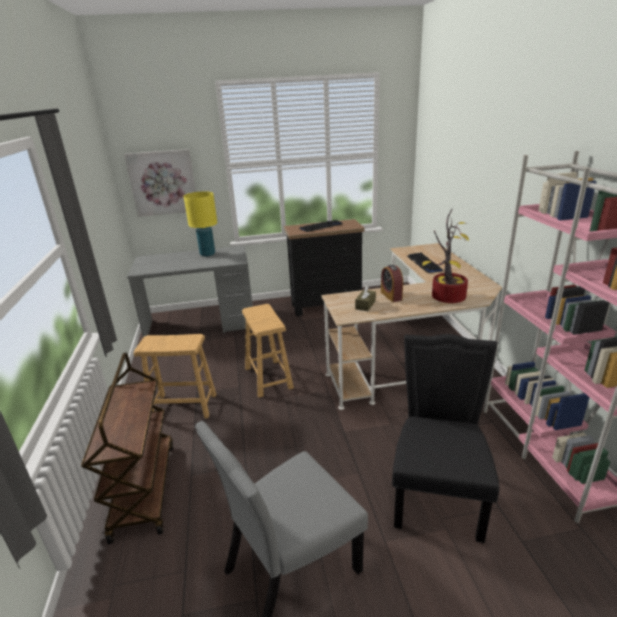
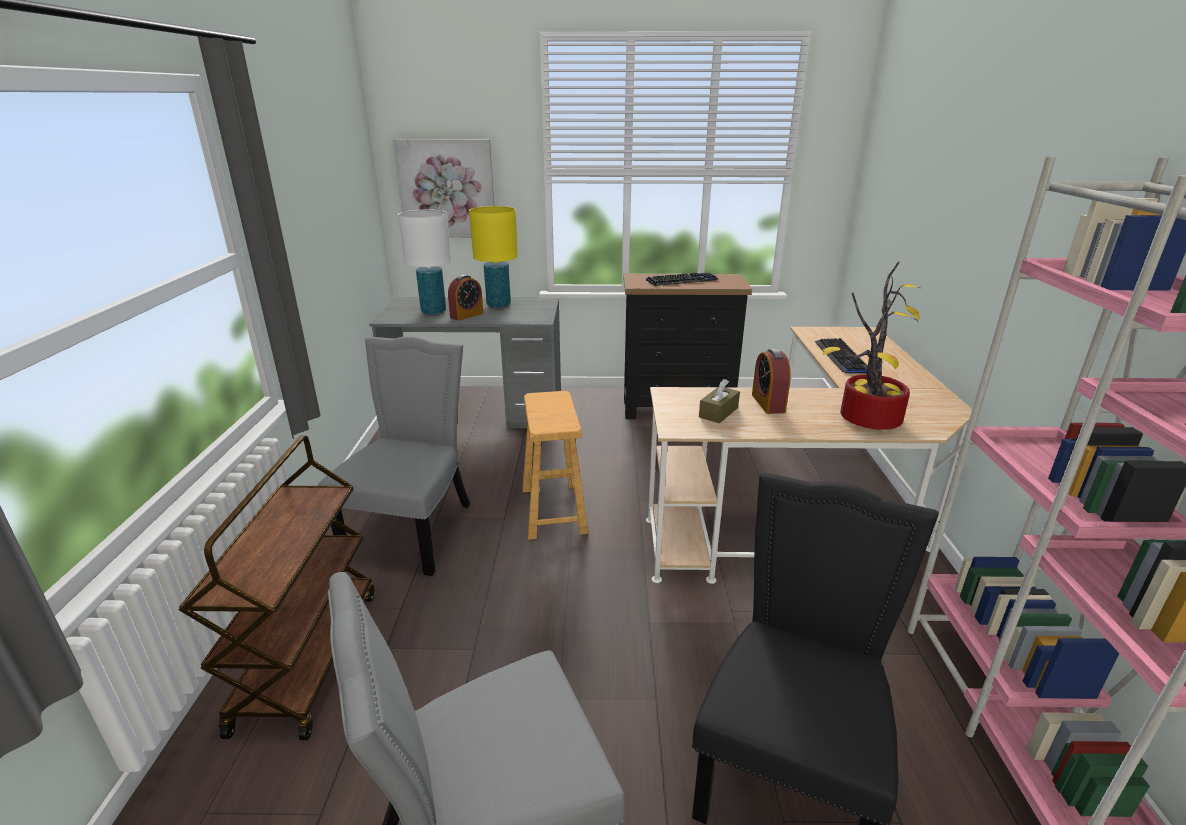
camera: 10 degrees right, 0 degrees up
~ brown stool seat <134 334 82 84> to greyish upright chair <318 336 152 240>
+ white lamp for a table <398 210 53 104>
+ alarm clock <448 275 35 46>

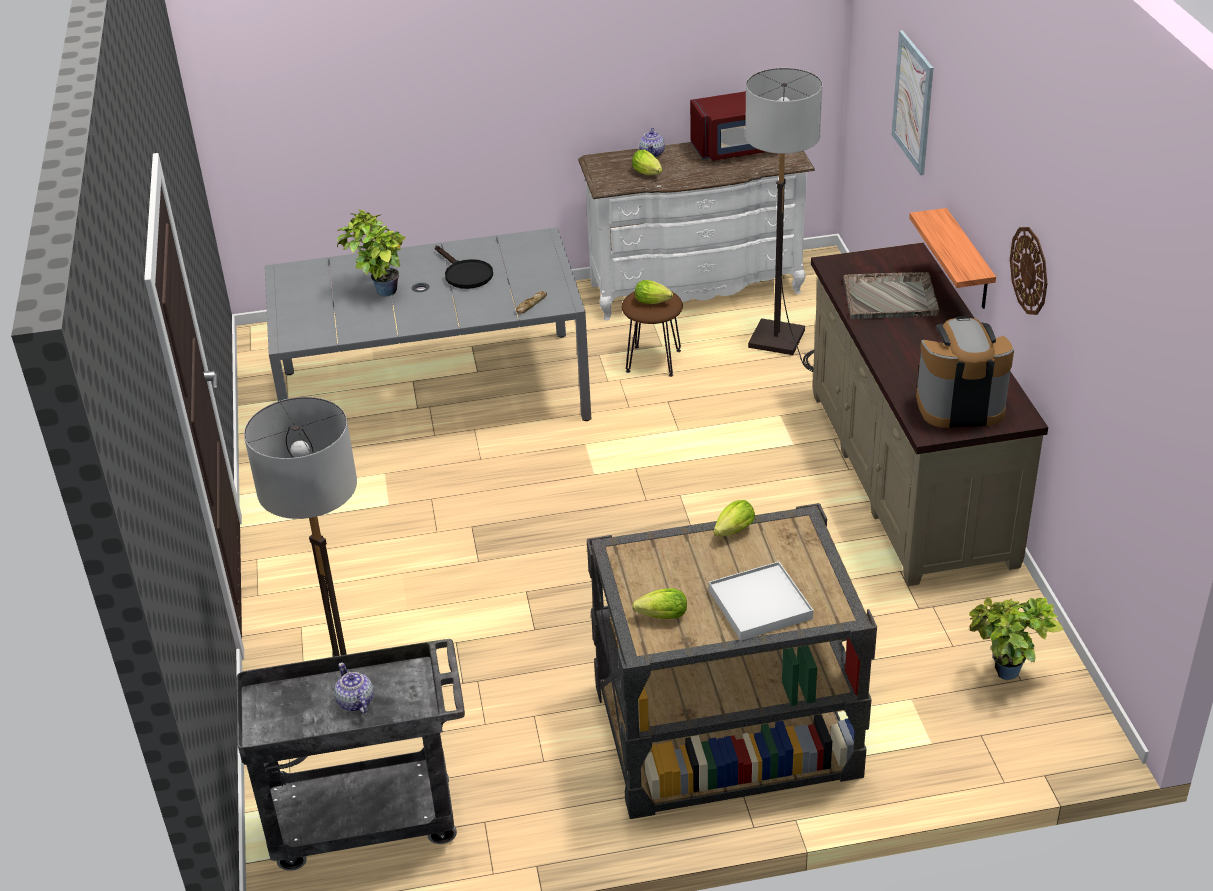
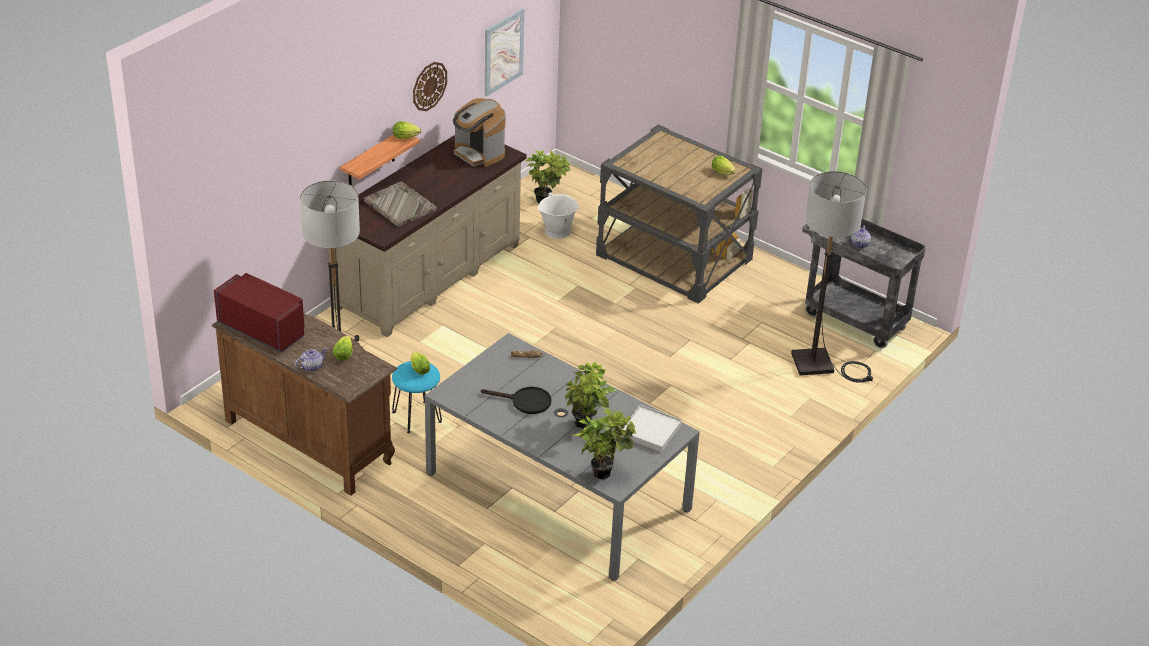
camera: 135 degrees left, 0 degrees up
~ wall art <892 30 41 145> to <485 8 39 89>
~ white drawer chest <578 142 237 178> to brown drawer chest <212 314 186 182>
~ blackish skillet <435 246 58 43> = <481 387 70 27> 90 degrees clockwise
~ brown stool seat <622 291 61 86> to blue-green stool seat <392 361 50 72>
~ head of lettuce <713 500 42 37> to <393 121 28 18>
~ white tray <709 561 104 80> to <620 405 62 47>
+ white bucket <538 192 41 47>
+ houseplant <571 408 65 72>

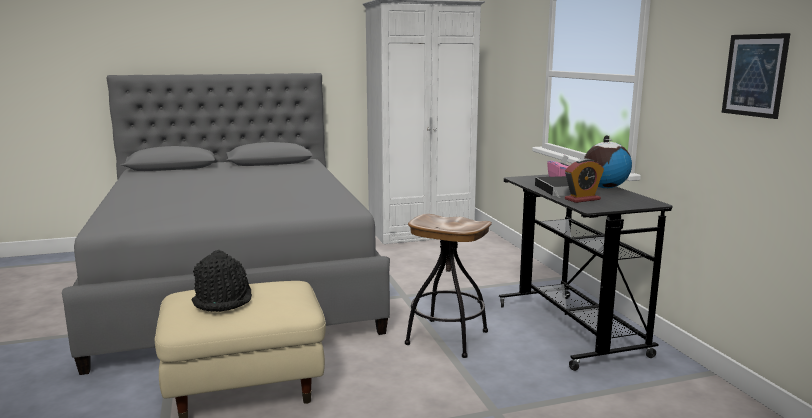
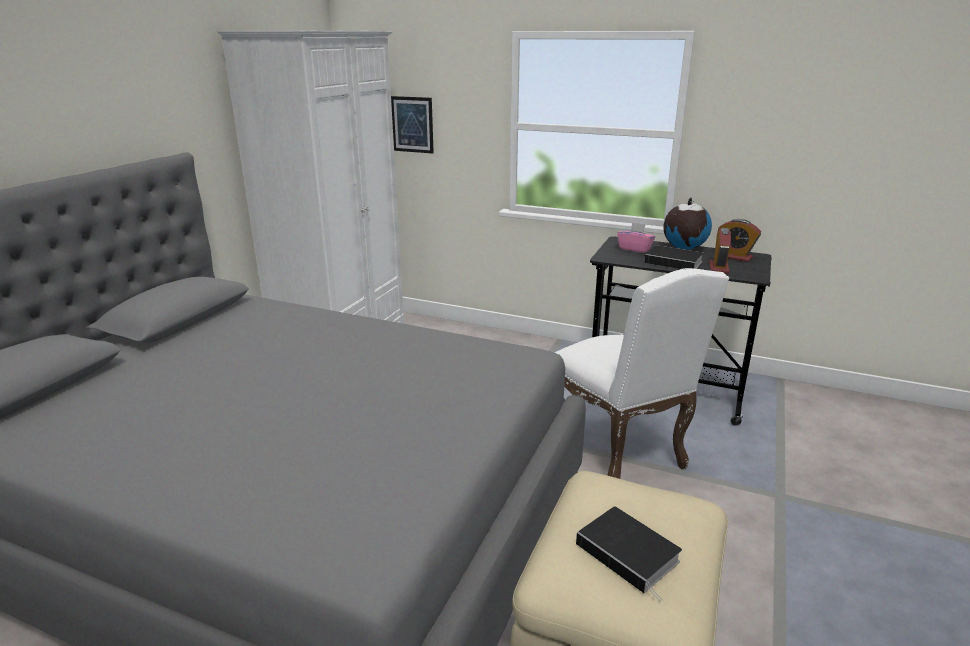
camera: 50 degrees left, 10 degrees up
~ wall art <722 33 69 86> to <391 96 43 58>
~ brown stool seat <405 214 87 144> to white upright chair <554 268 175 211>
~ blackish wearable hat <191 250 61 62> to book <576 506 106 96>
+ alarm clock <718 219 43 43>

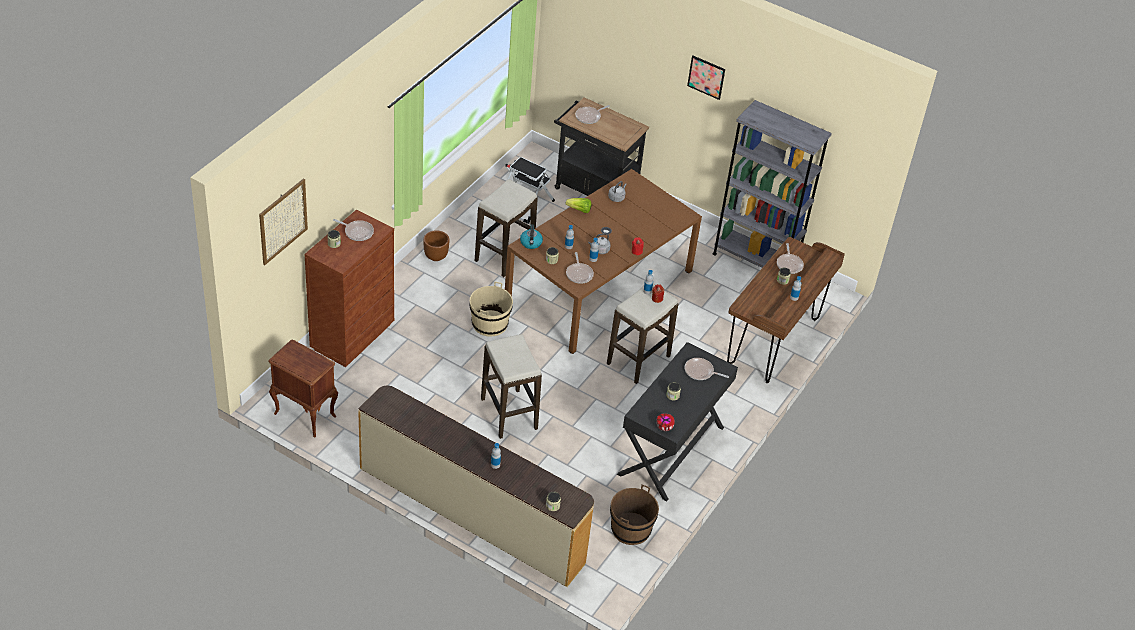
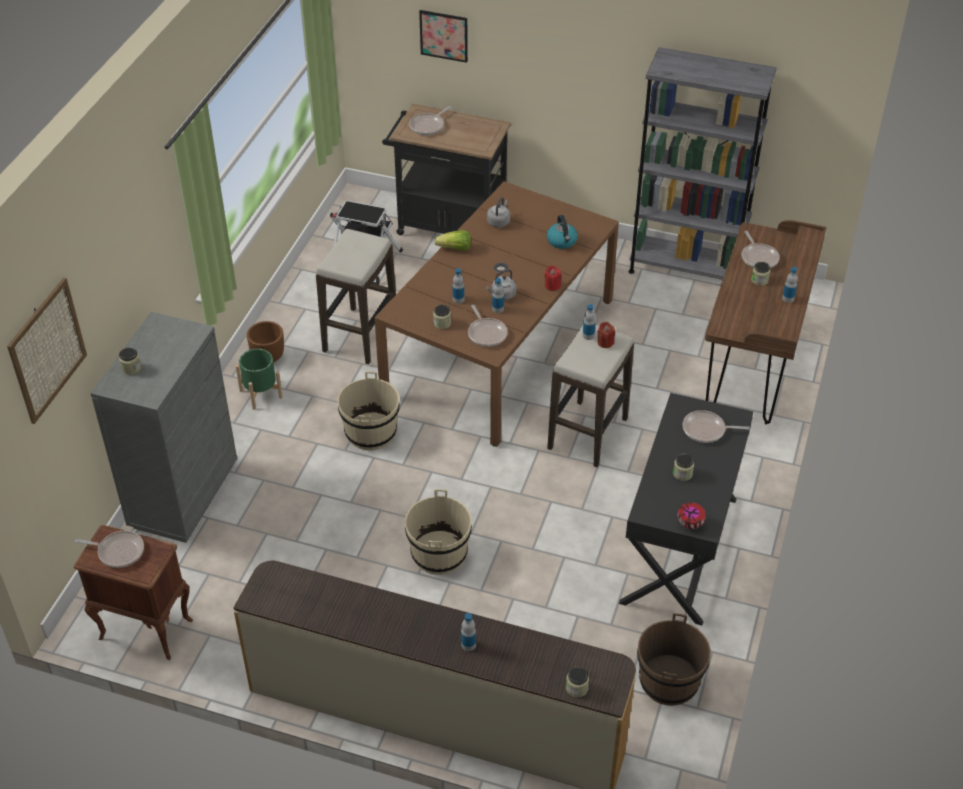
camera: 10 degrees left, 0 degrees up
~ wall art <687 56 38 44> to <419 10 49 53>
~ brown drawer chest <304 209 90 158> to greyish drawer chest <91 312 146 231>
~ skillet <333 219 41 22> to <75 531 69 37>
~ tea kettle <520 224 23 25> to <547 215 31 34>
~ stool seat <481 334 61 105> to beige-coloured bucket <405 489 67 86>
+ green-coloured flower pot <236 349 47 61>

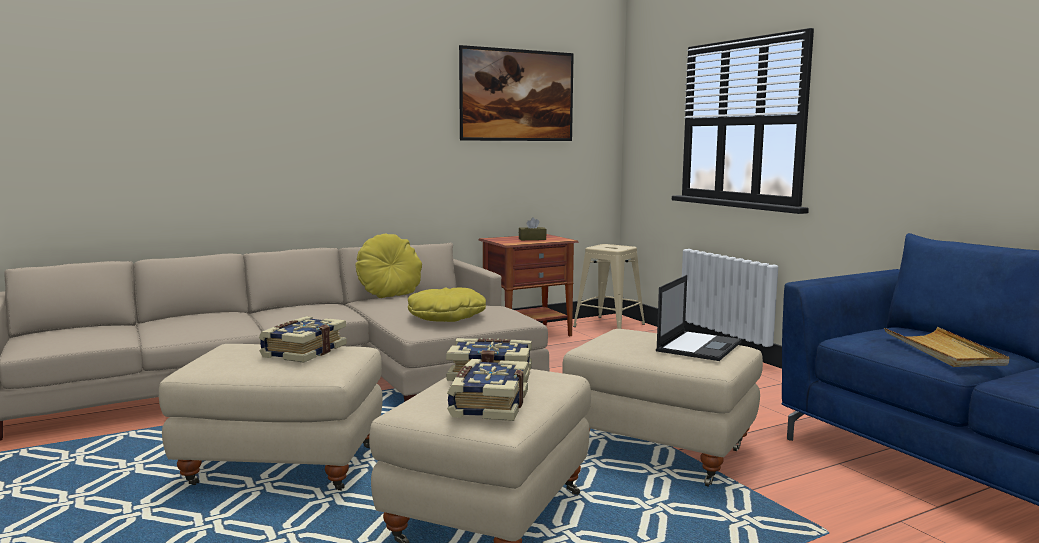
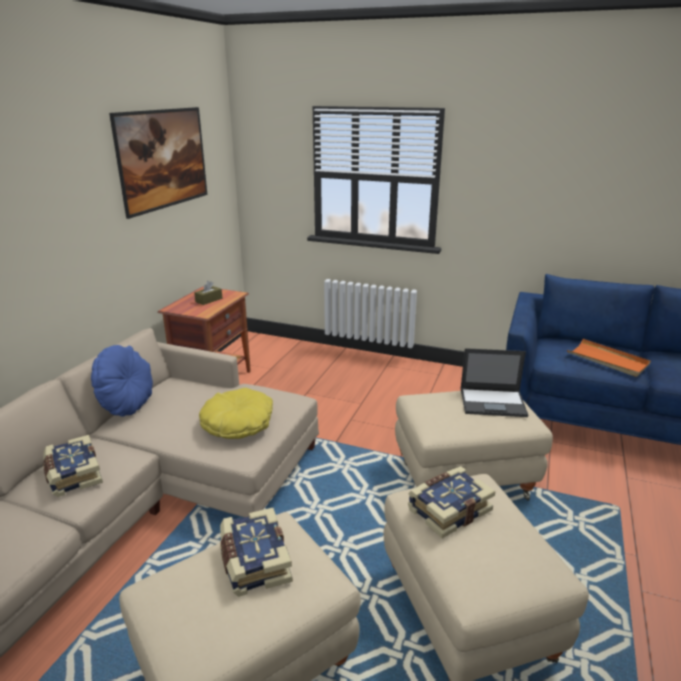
camera: 40 degrees left, 15 degrees up
~ yellow cushion <355 234 67 64> to blue cushion <91 345 62 72>
- beige-coloured stool seat <573 244 72 85>
~ laptop <656 275 86 86> = <460 348 68 69> 105 degrees clockwise
~ beige-coloured tray <884 327 125 40> to orange tray <567 339 84 38>
~ book <447 359 81 62> to <43 435 60 62>

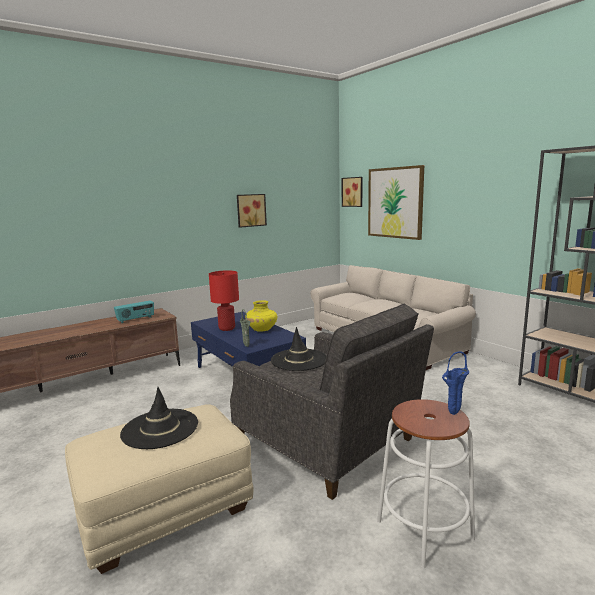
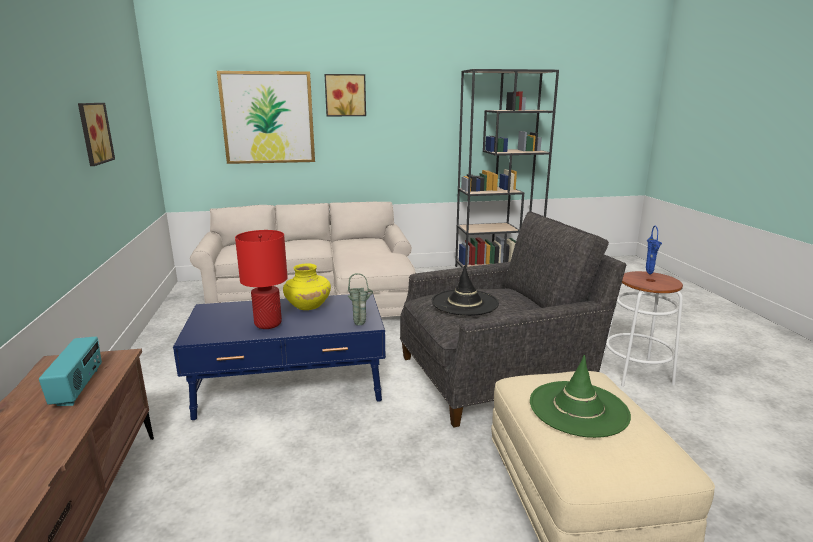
camera: 65 degrees left, 5 degrees up
~ wall art <342 177 20 30> to <324 74 42 42>
~ blackish wearable hat <120 387 78 62> to green-coloured wearable hat <530 355 101 83>

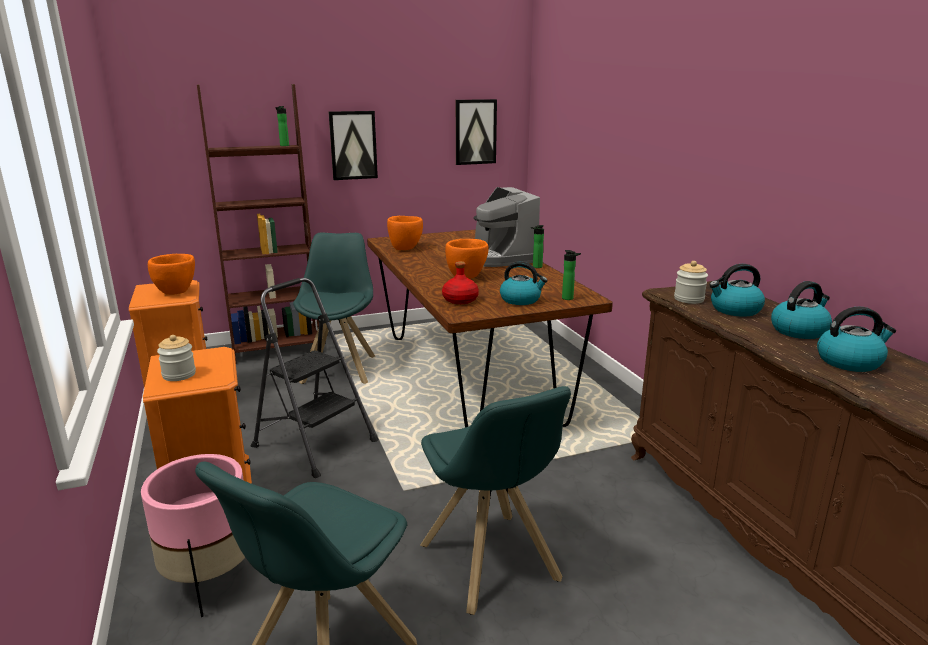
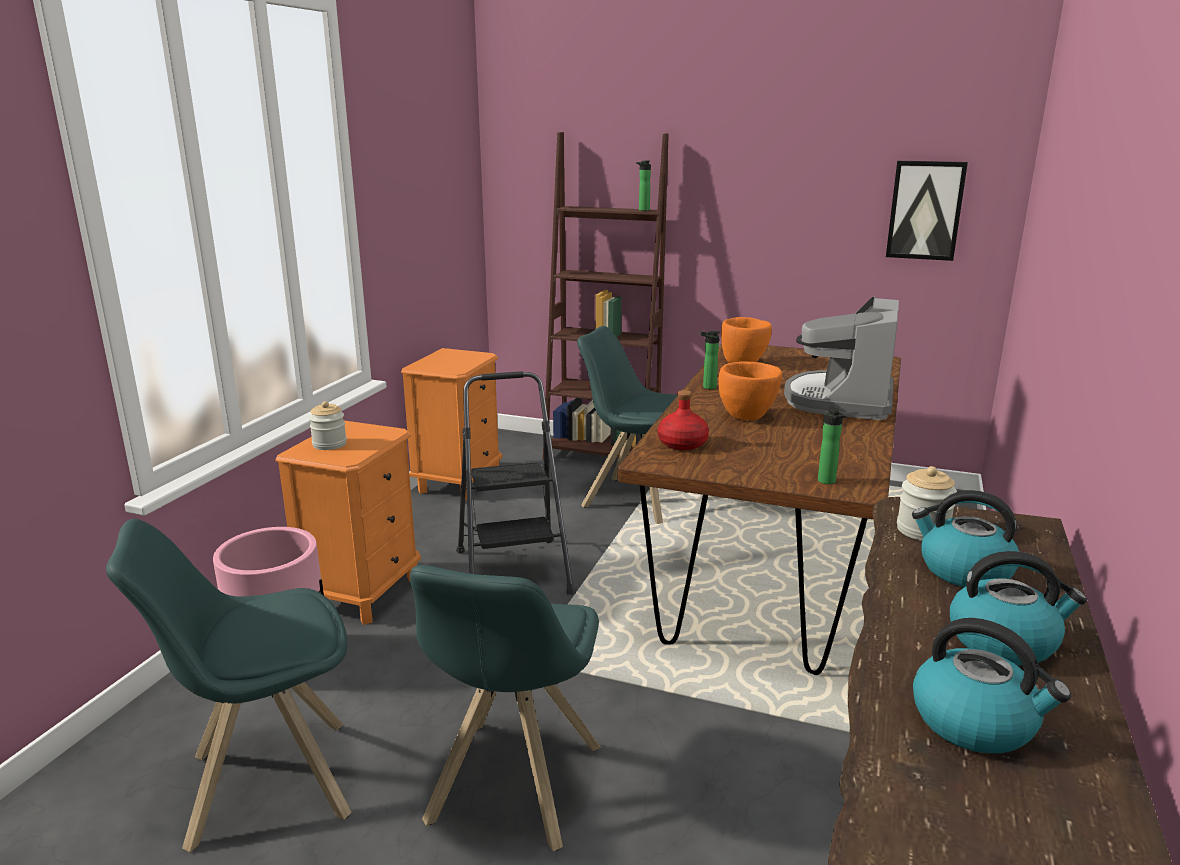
camera: 40 degrees right, 0 degrees up
- wall art <329 111 49 69>
~ beverage bottle <531 225 13 43> to <700 331 20 58>
~ blue-green upright chair <293 233 82 151> = <577 326 112 198> 105 degrees counterclockwise
- orange bowl <148 254 47 41>
- tea kettle <500 262 48 43>

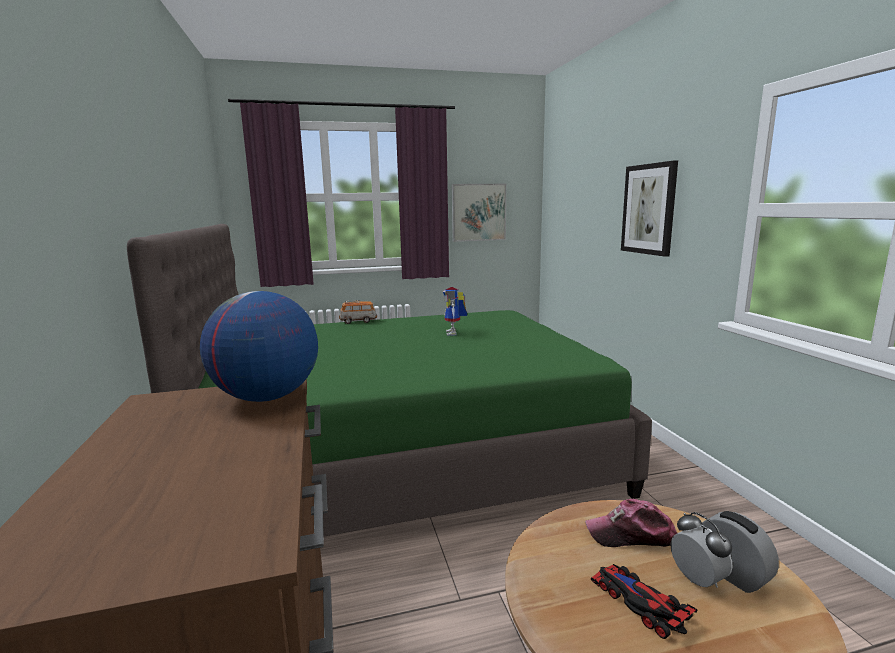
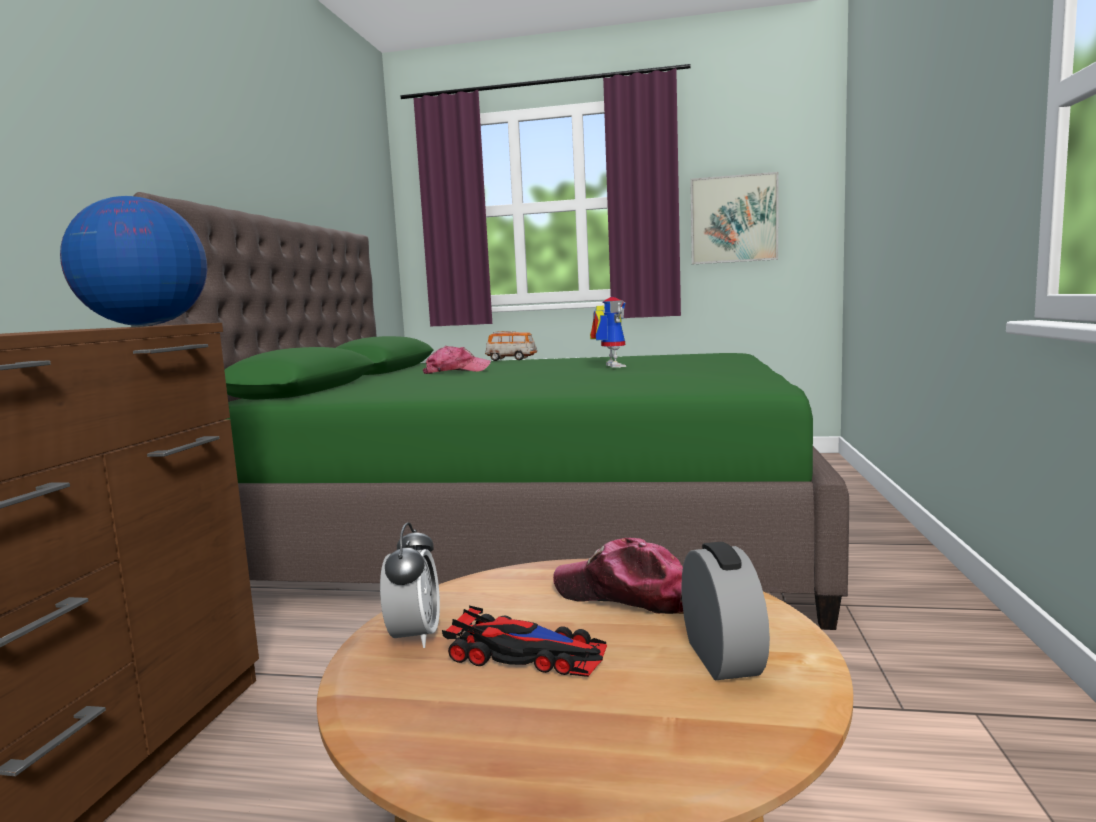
camera: 25 degrees right, 5 degrees down
- wall art <621 161 57 96>
~ toy robot <443 287 24 49> = <590 297 36 71> 150 degrees clockwise
~ alarm clock <670 512 63 76> to <380 522 60 126>
~ model car <591 564 107 75> = <442 606 165 71> 120 degrees clockwise
+ peaked cap <423 346 68 28>

